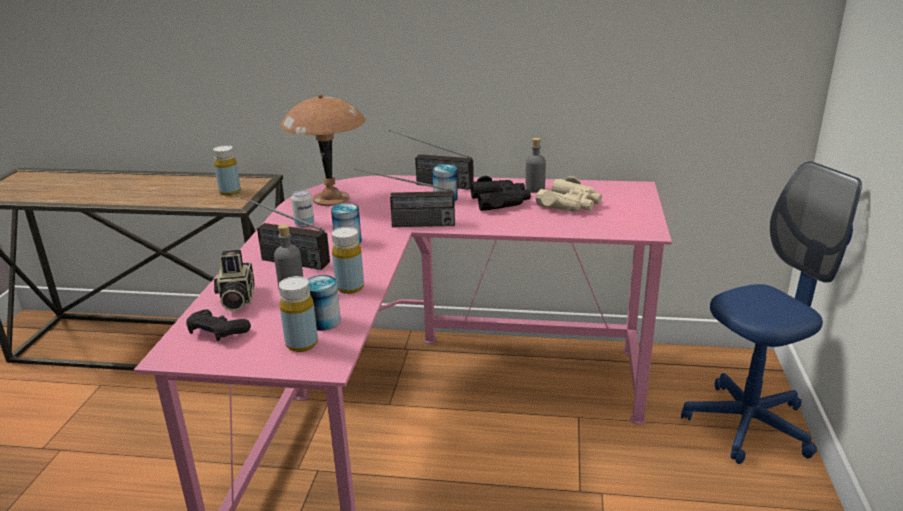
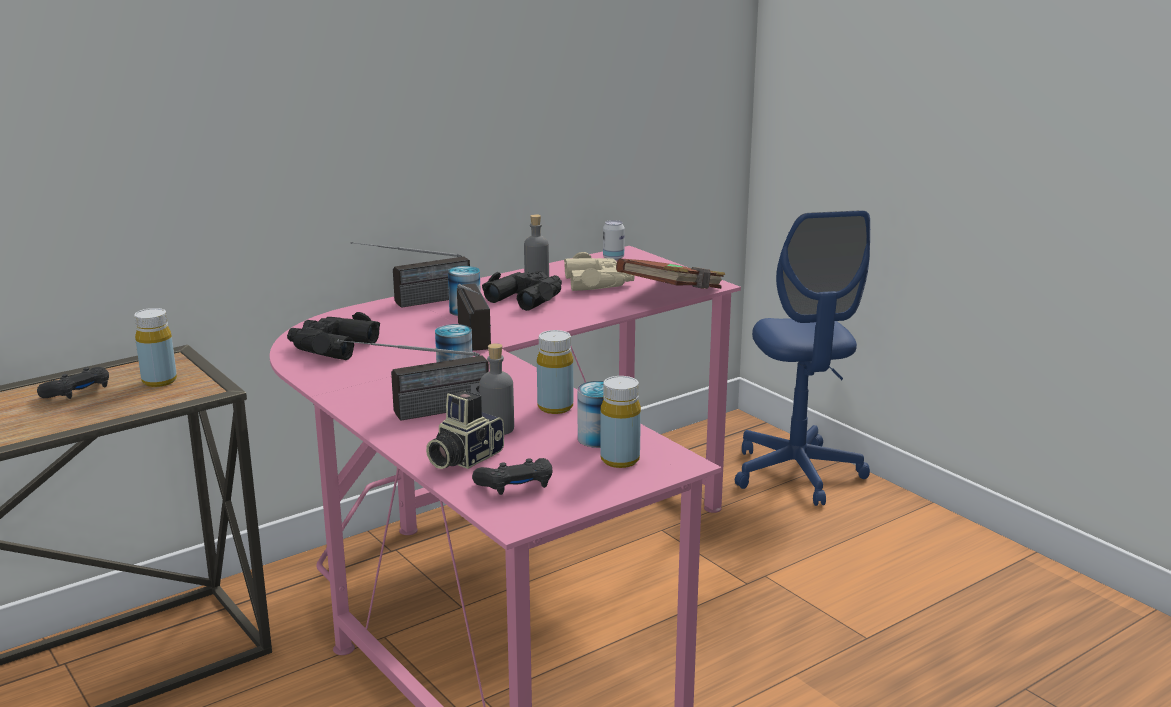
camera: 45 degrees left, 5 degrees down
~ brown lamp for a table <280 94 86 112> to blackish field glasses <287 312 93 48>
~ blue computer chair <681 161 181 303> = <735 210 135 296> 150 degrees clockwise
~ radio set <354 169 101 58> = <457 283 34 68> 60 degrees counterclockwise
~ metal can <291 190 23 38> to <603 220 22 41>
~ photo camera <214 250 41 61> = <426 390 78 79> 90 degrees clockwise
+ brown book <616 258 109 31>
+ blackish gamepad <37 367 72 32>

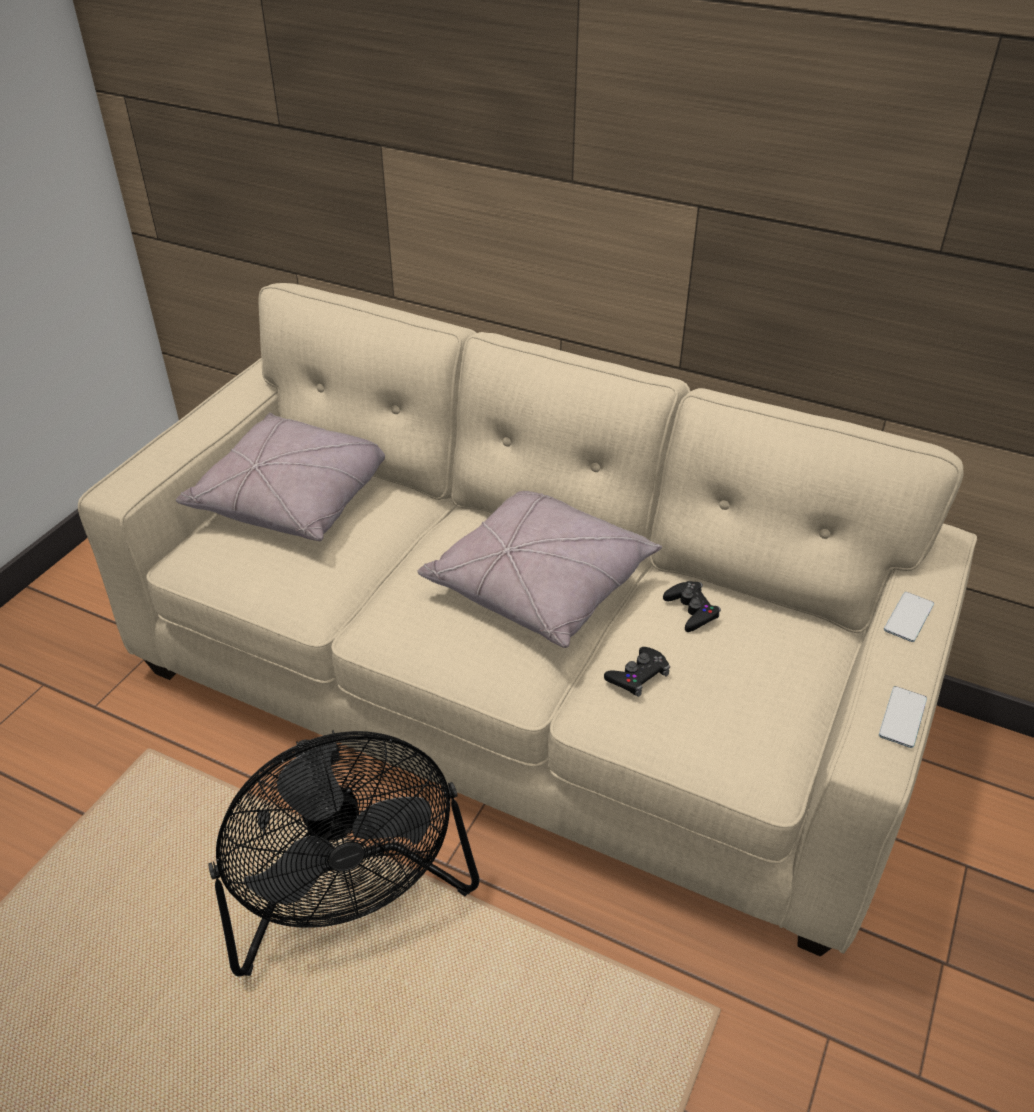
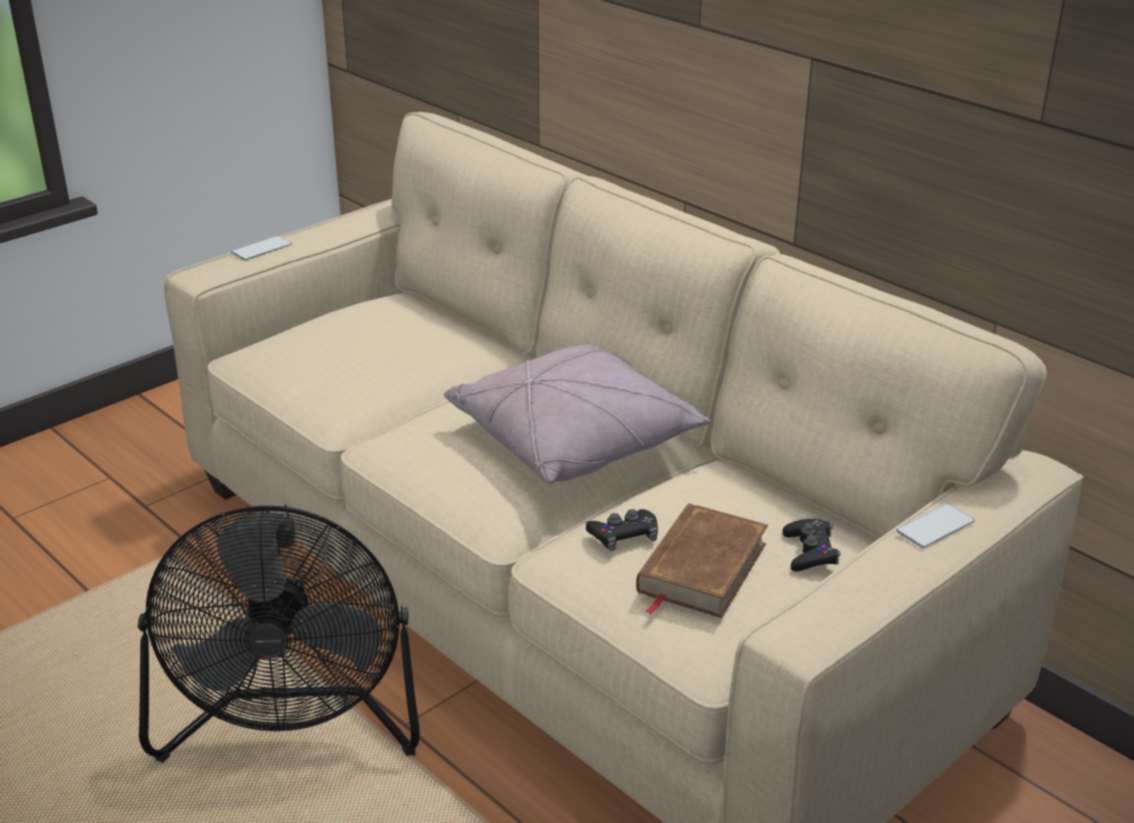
camera: 20 degrees right, 10 degrees down
- purple-coloured cushion <176 413 209 128>
~ blackish gamepad <663 581 58 51> to <783 519 58 52>
~ handset <879 686 48 62> to <231 236 61 24>
+ brown book <636 503 132 115>

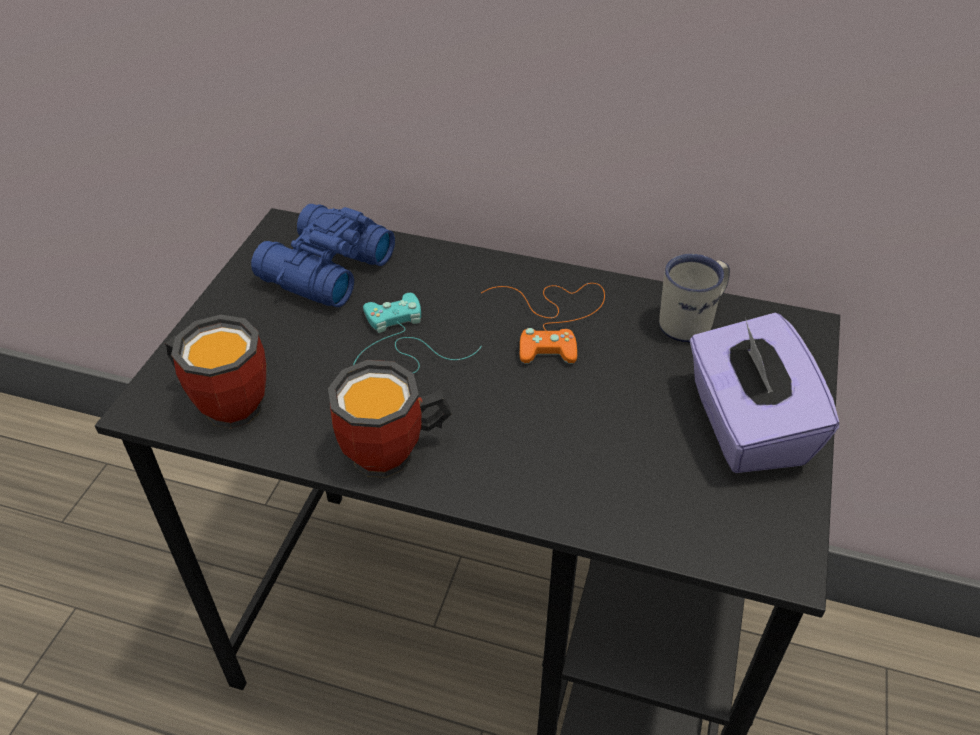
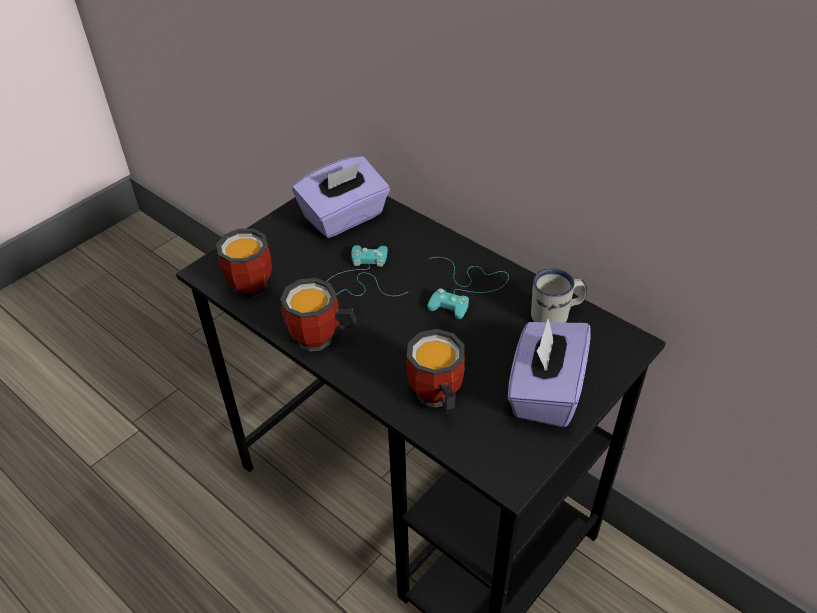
camera: 25 degrees right, 0 degrees up
~ blue field glasses <251 204 144 103> to purple-coloured tissue box <292 156 98 82>
~ orange gamepad <481 283 124 81> to blue-green gamepad <427 257 82 62>
+ mug <406 329 59 84>

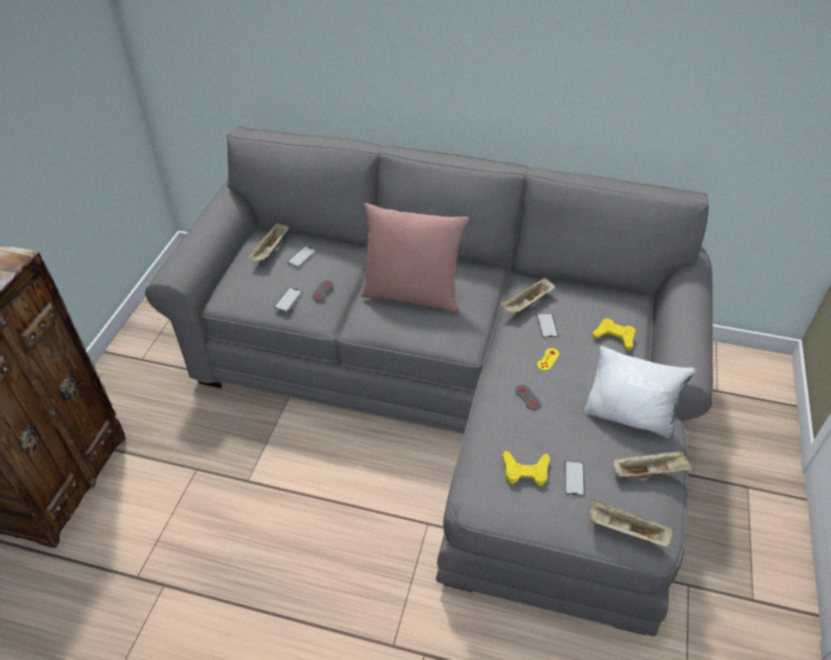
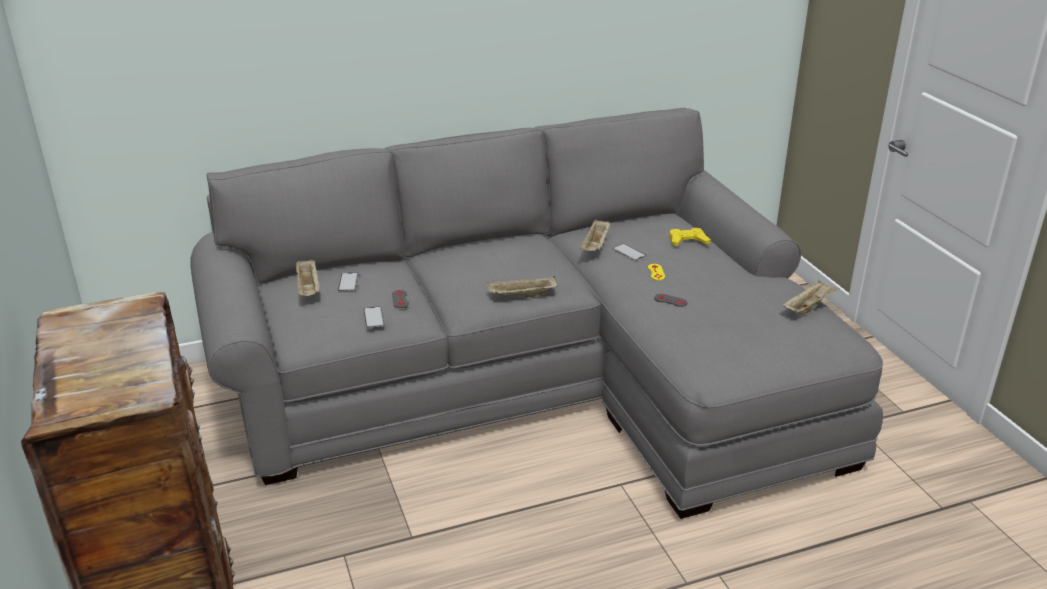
camera: 35 degrees left, 15 degrees down
- pink cushion <361 203 108 110>
- white cushion <584 346 112 92>
- yellow gamepad <502 450 48 36>
- handset <564 460 21 36>
~ beige-coloured tray <590 499 83 48> to <487 276 71 22>

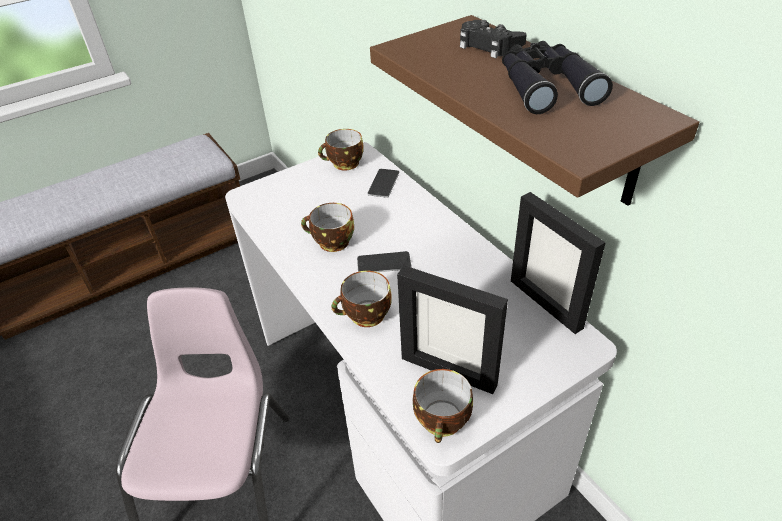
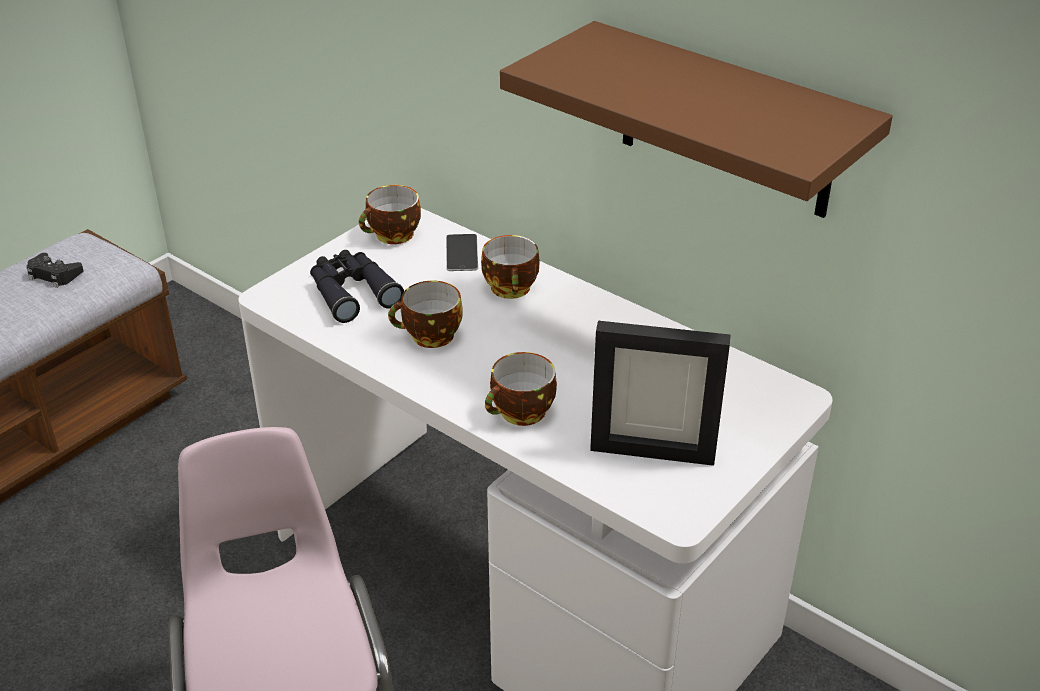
camera: 20 degrees left, 5 degrees down
~ blackish gamepad <460 20 67 38> to <26 253 58 35>
~ blackish field glasses <502 41 111 73> to <310 250 94 73>
- photo frame <511 192 95 142>
- handset <357 251 55 21>
~ cup <413 369 60 74> to <481 235 59 64>

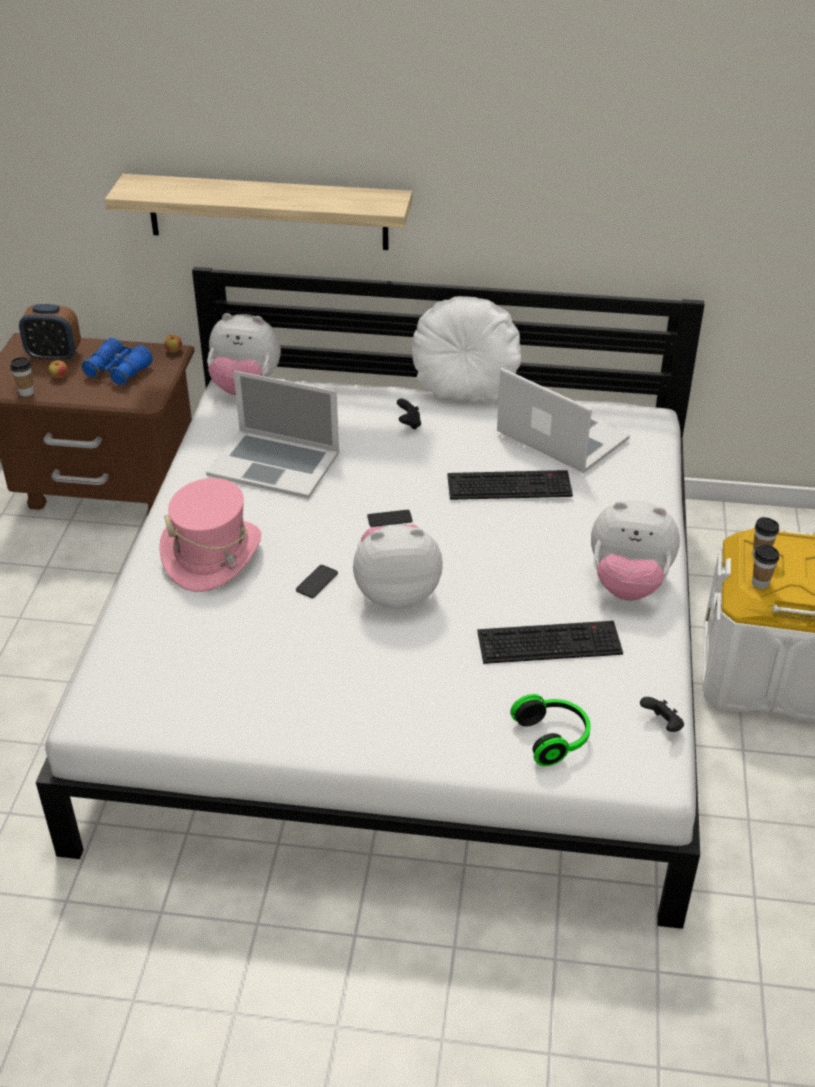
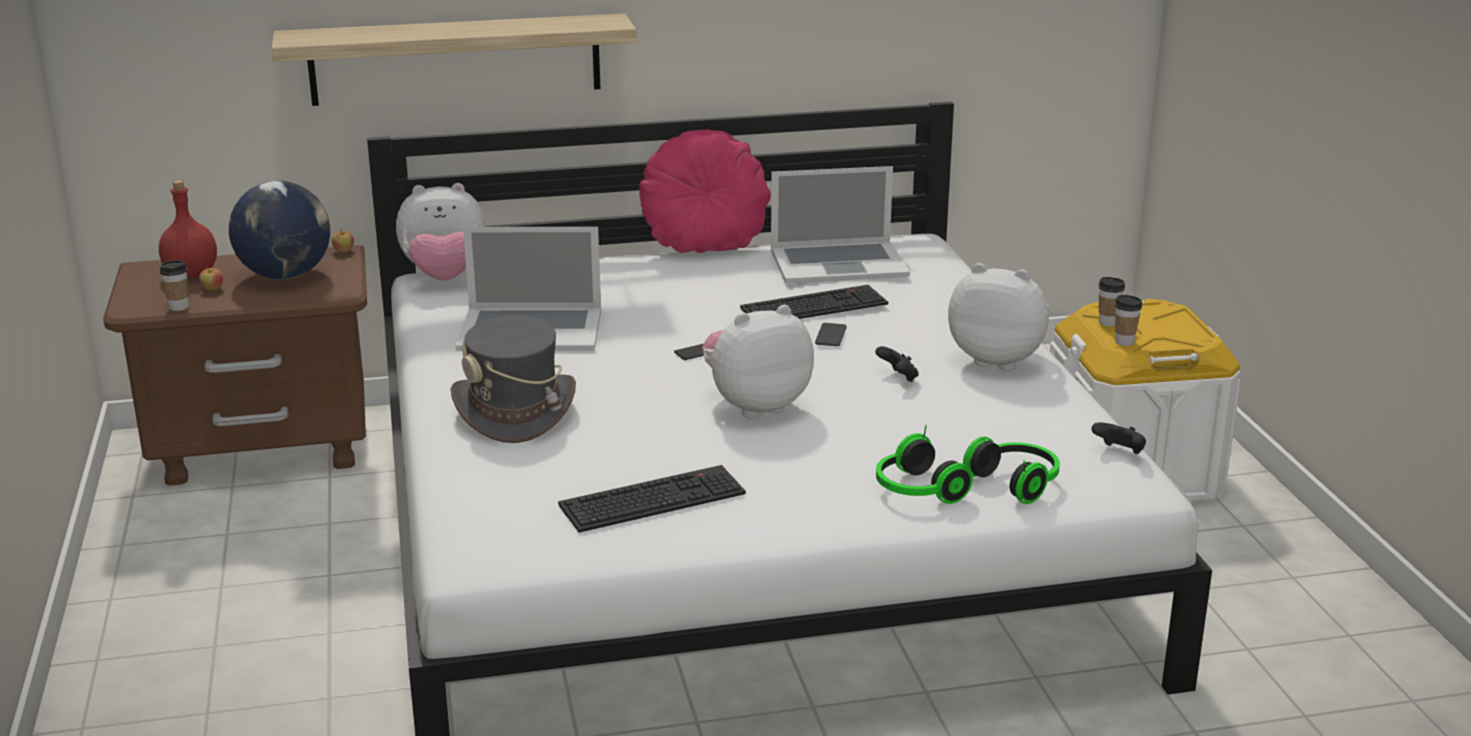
camera: 20 degrees left, 15 degrees down
~ white cushion <412 296 109 106> to pink cushion <639 130 132 123>
~ alarm clock <19 304 62 58> to reddish beverage bottle <159 180 58 98>
~ blue field glasses <81 338 72 47> to world globe <229 181 101 98>
~ laptop <497 367 133 106> = <771 166 139 117> 150 degrees clockwise
~ blackish gamepad <397 398 24 32> to <875 346 44 36>
~ pink wearable hat <159 478 102 114> to greyish wearable hat <451 315 125 128>
~ cuddly toy <591 500 89 101> = <948 263 101 108> 150 degrees counterclockwise
~ handset <296 565 42 33> to <815 323 32 23>
~ computer keyboard <477 621 146 43> to <558 465 188 68>
+ headset <876 425 97 79>

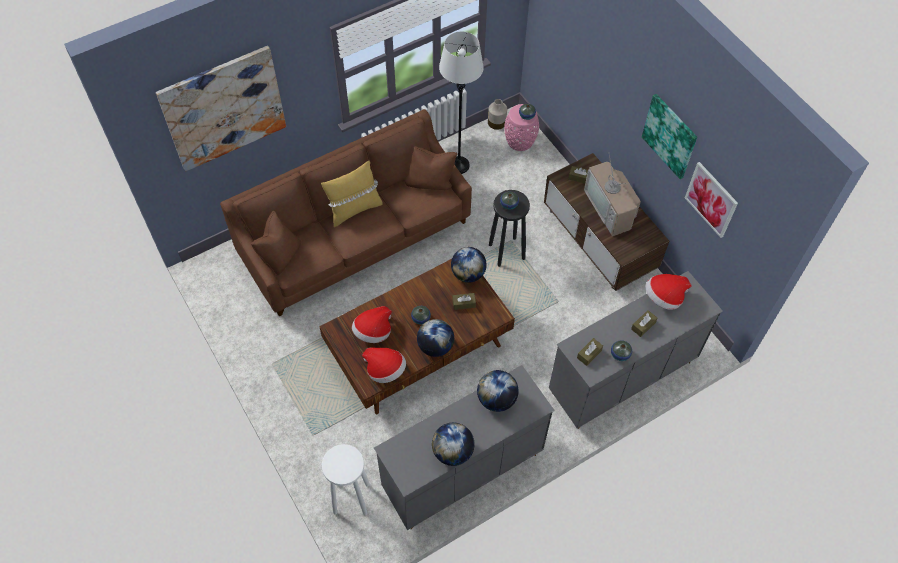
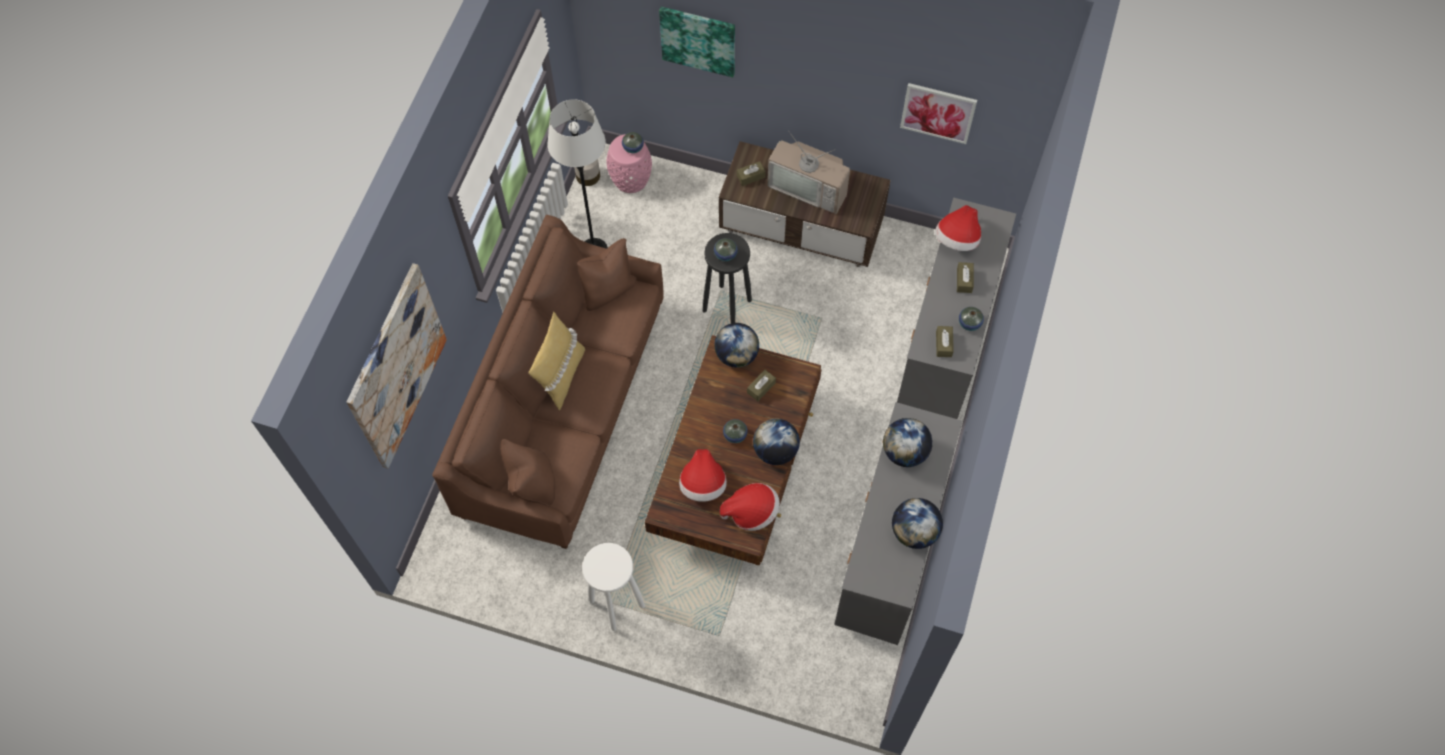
camera: 40 degrees left, 5 degrees up
~ wall art <642 94 55 85> to <659 7 76 70>
~ white stool seat <322 444 48 71> to <582 543 63 88>

